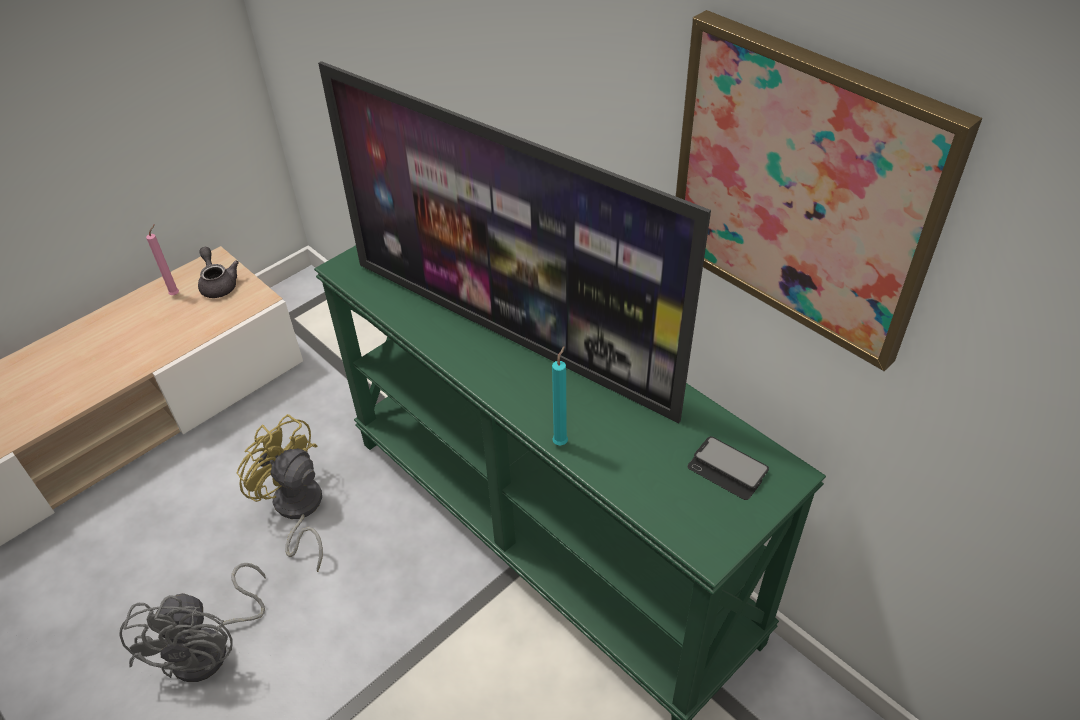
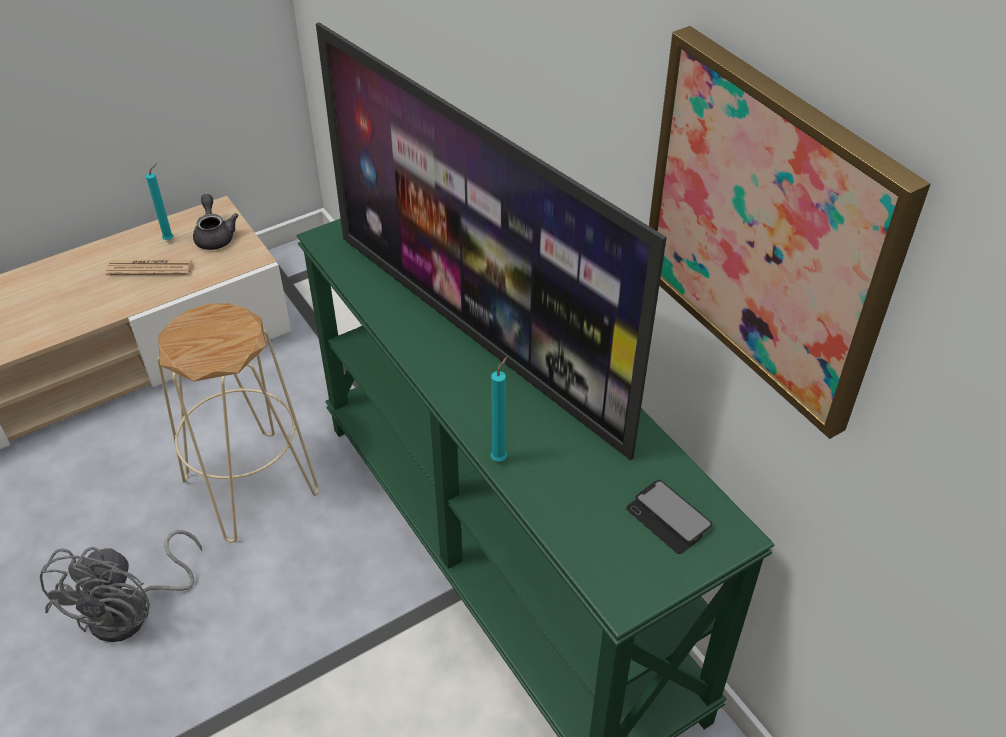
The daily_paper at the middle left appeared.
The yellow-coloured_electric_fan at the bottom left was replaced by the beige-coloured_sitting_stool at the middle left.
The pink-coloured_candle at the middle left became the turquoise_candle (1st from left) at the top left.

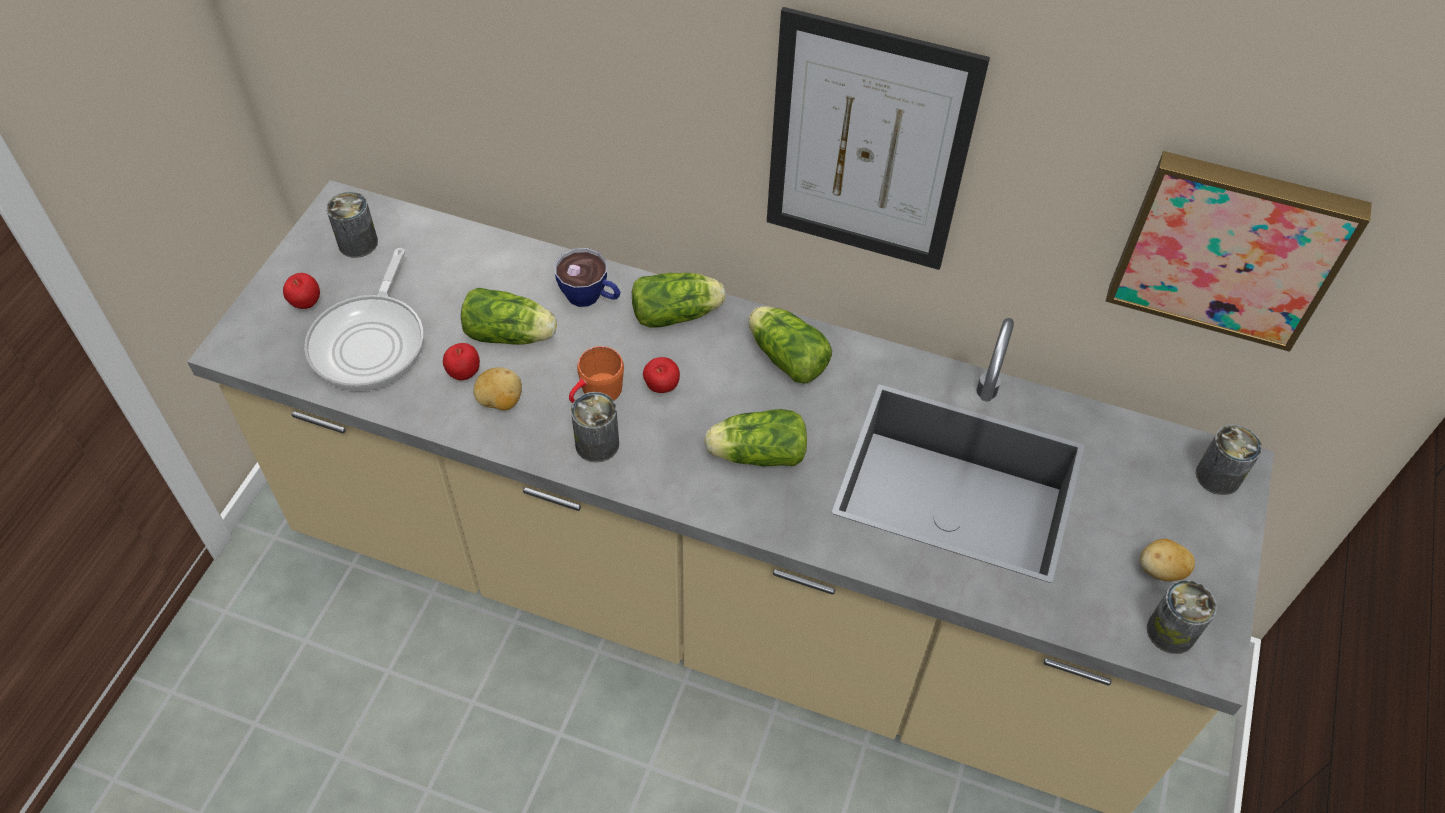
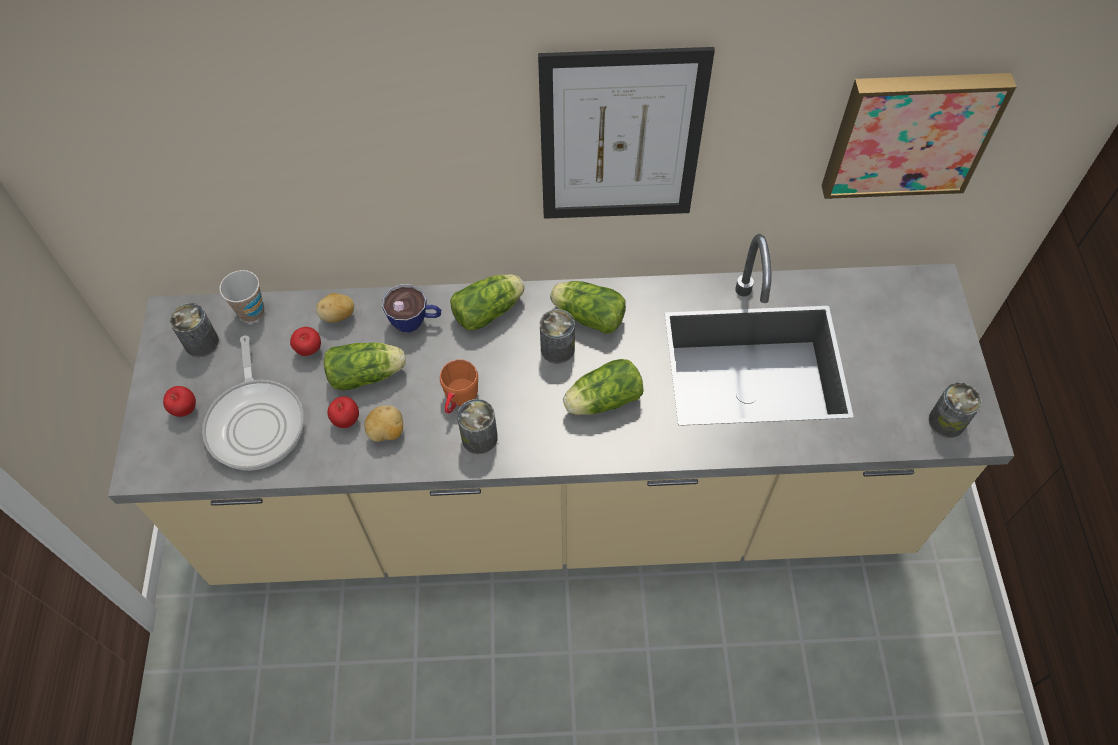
The drinking_cup (1st from left) at the middle left appeared.
The whole_apple (3rd from left in the first image) moved from the centre to the middle left.
The potato (2nd from left in the first image) moved from the bottom right to the middle left.
The can (4th from left in the first image) moved from the middle right to the centre.

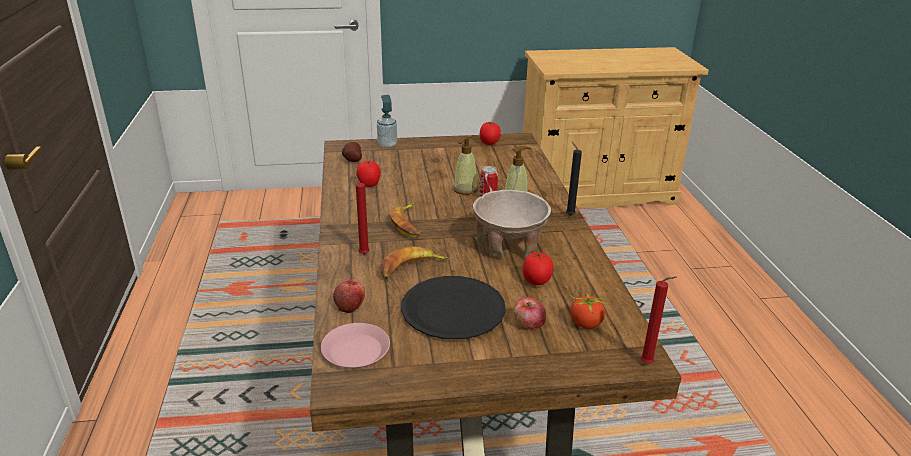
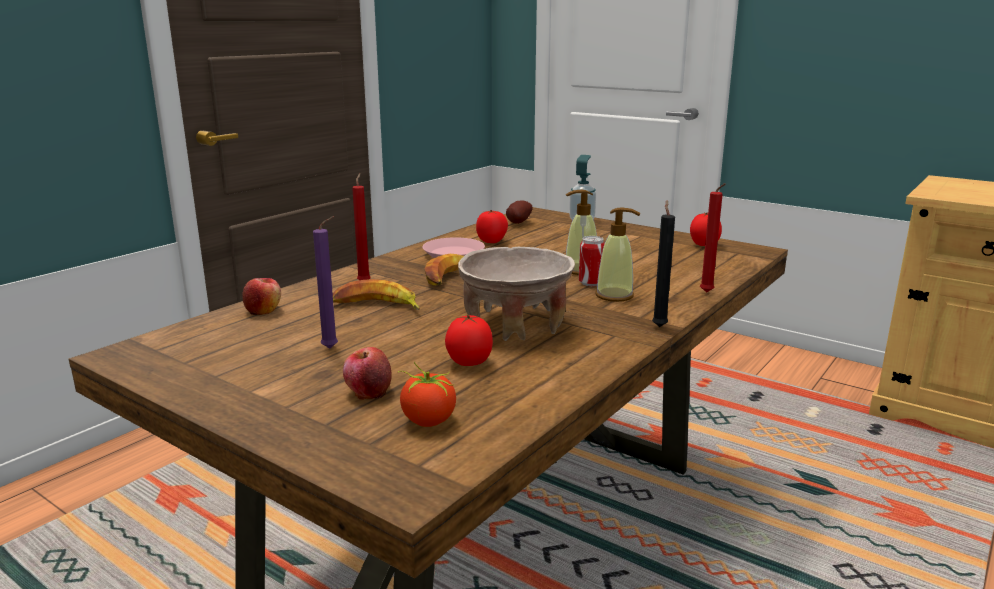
The pink-coloured_flat_dish moved from the bottom centre to the centre.
The reddish_candle (2nd from left) moved from the bottom right to the middle right.
The black-coloured_flat_dish at the bottom centre was replaced by the purple-coloured_candle at the middle left.

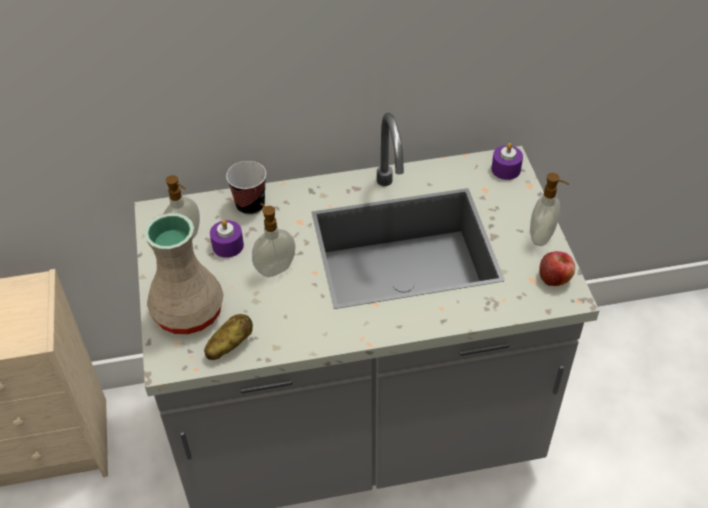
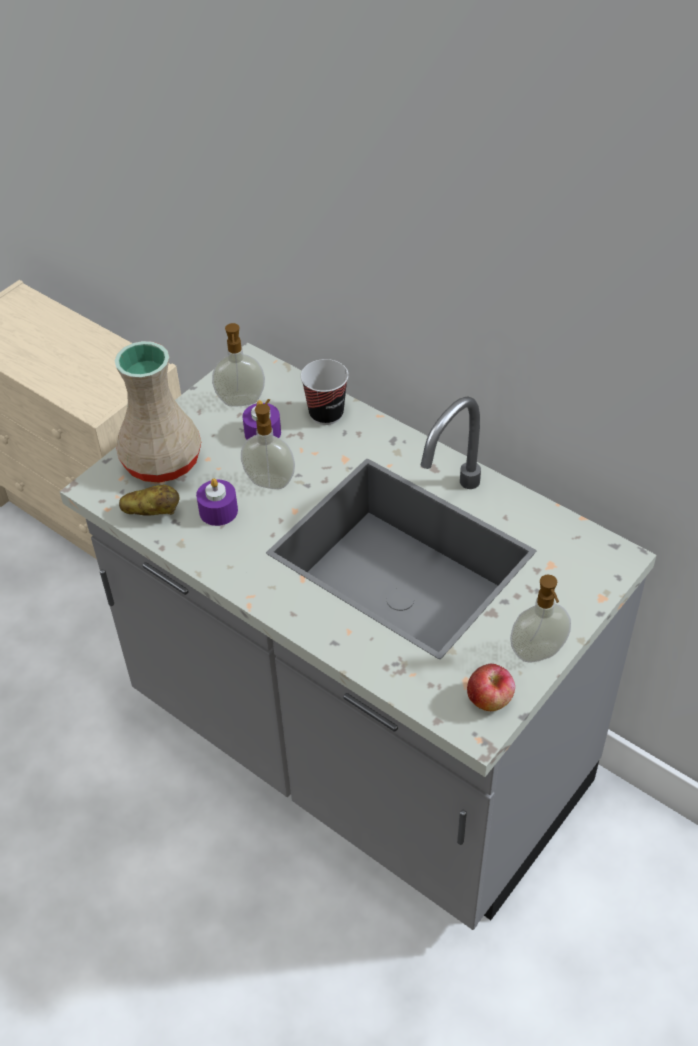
The purple-coloured_candle (2nd from left in the first image) moved from the top right to the middle left.

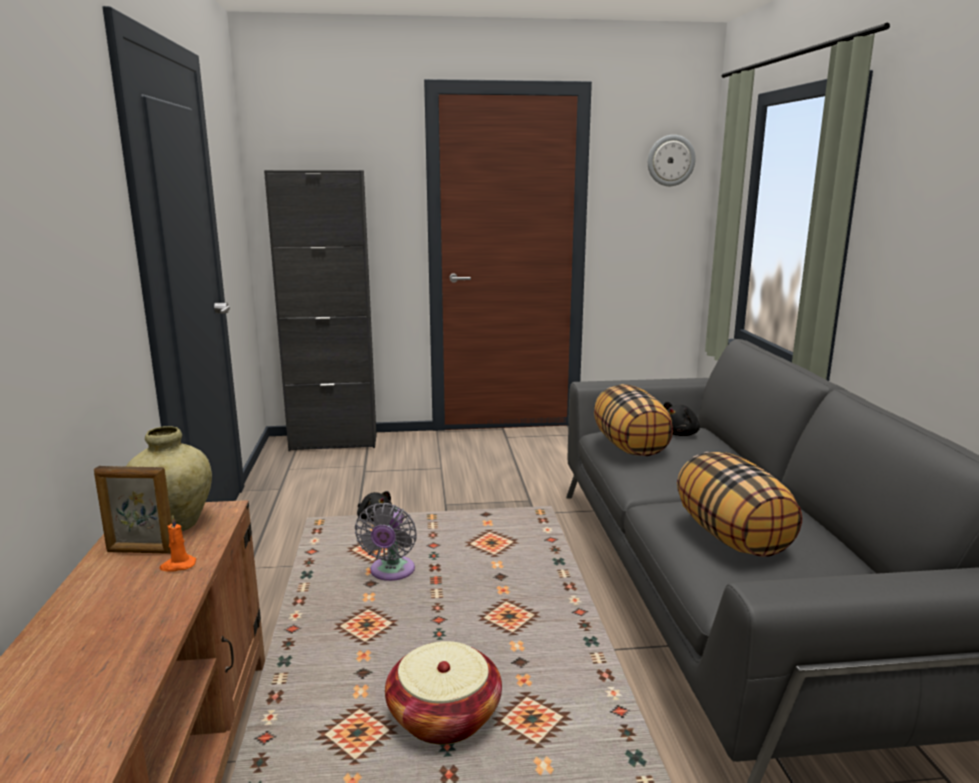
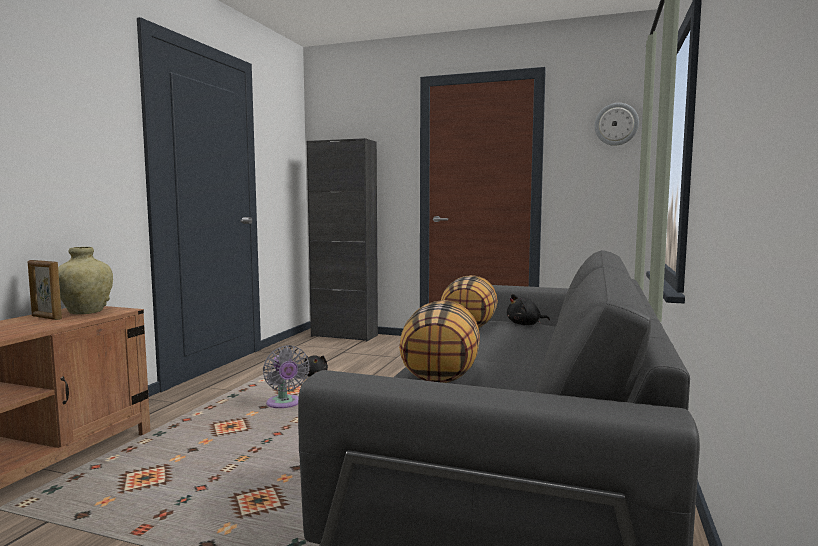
The orange-coloured_candle at the bottom left disappeared.
The basket at the bottom centre disappeared.
The grey_electric_fan at the bottom centre turned 60 degrees counterclockwise.

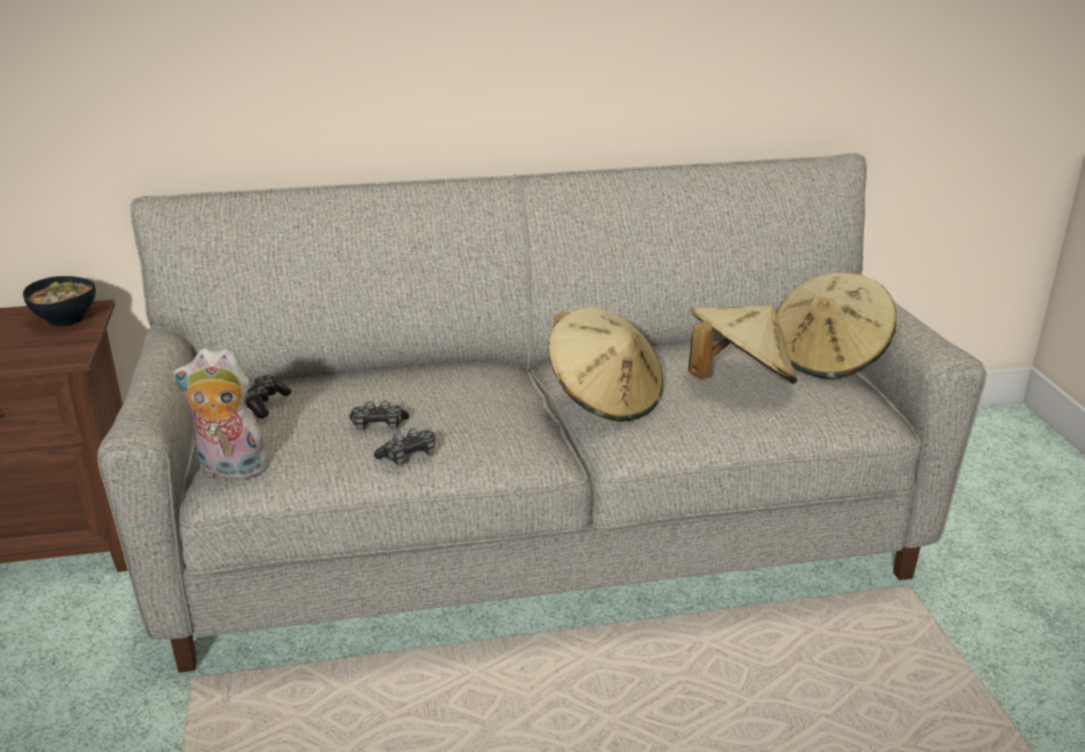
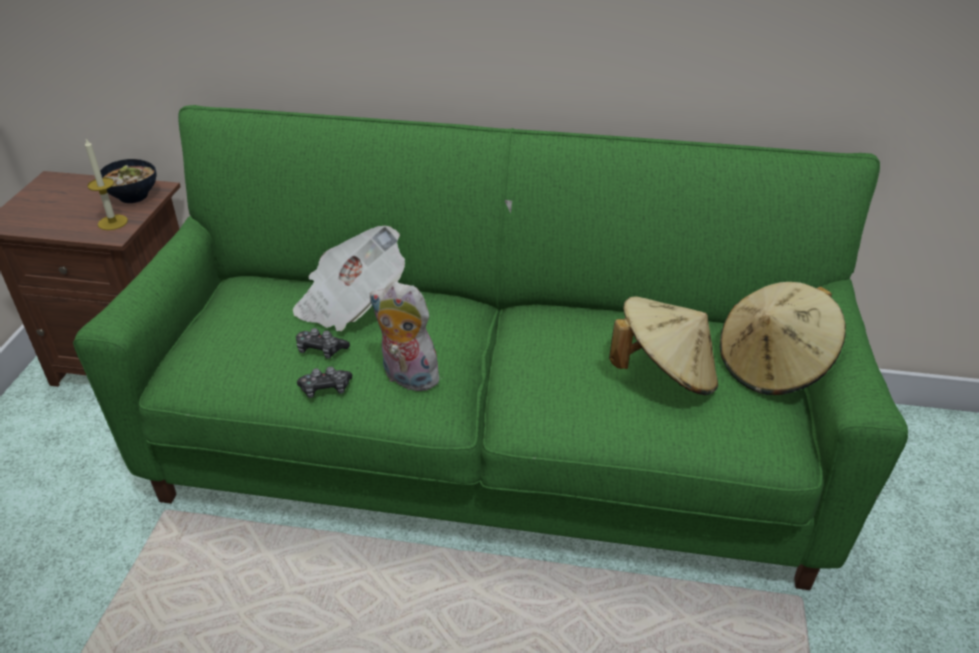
The game_controller (1st from left) at the middle left disappeared.
The beige-coloured_wearable_hat (1st from left) at the centre disappeared.
The candle at the top left appeared.
The daily_paper at the centre appeared.
The cuddly_toy moved from the middle left to the centre.
The grey_sofa at the centre became the greenish_sofa at the centre.

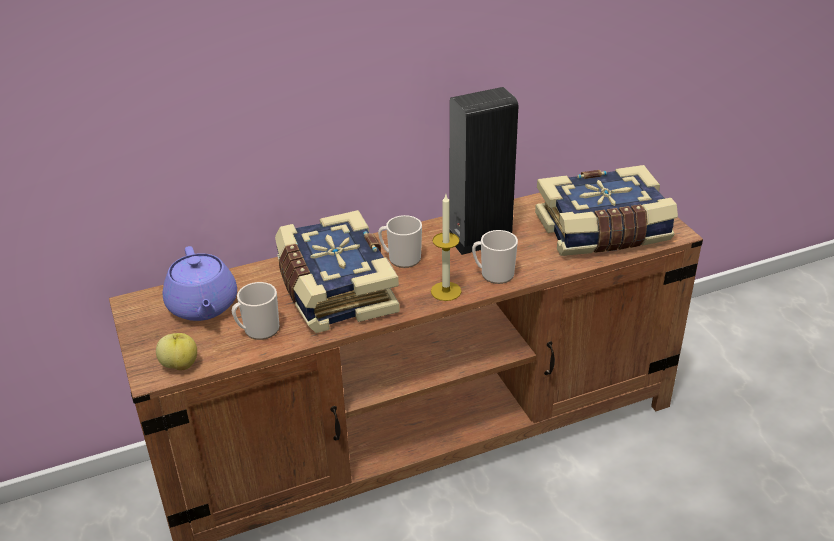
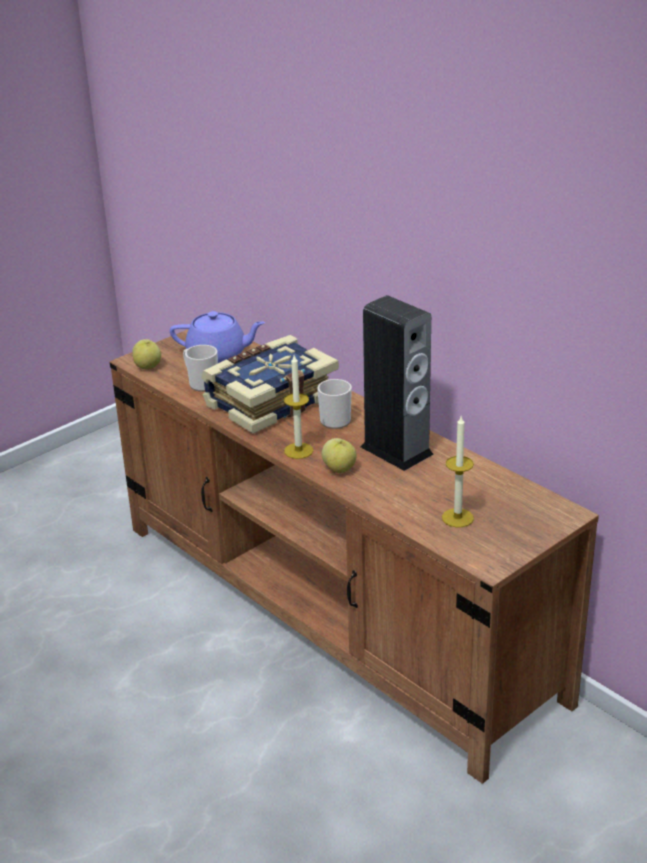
The coffee_mug (3rd from left) at the centre was replaced by the whole_apple (2nd from left) at the centre.
The book (2nd from left) at the middle right was replaced by the candle (2nd from left) at the middle right.
The purple-coloured_tea_pot at the middle left turned 135 degrees counterclockwise.

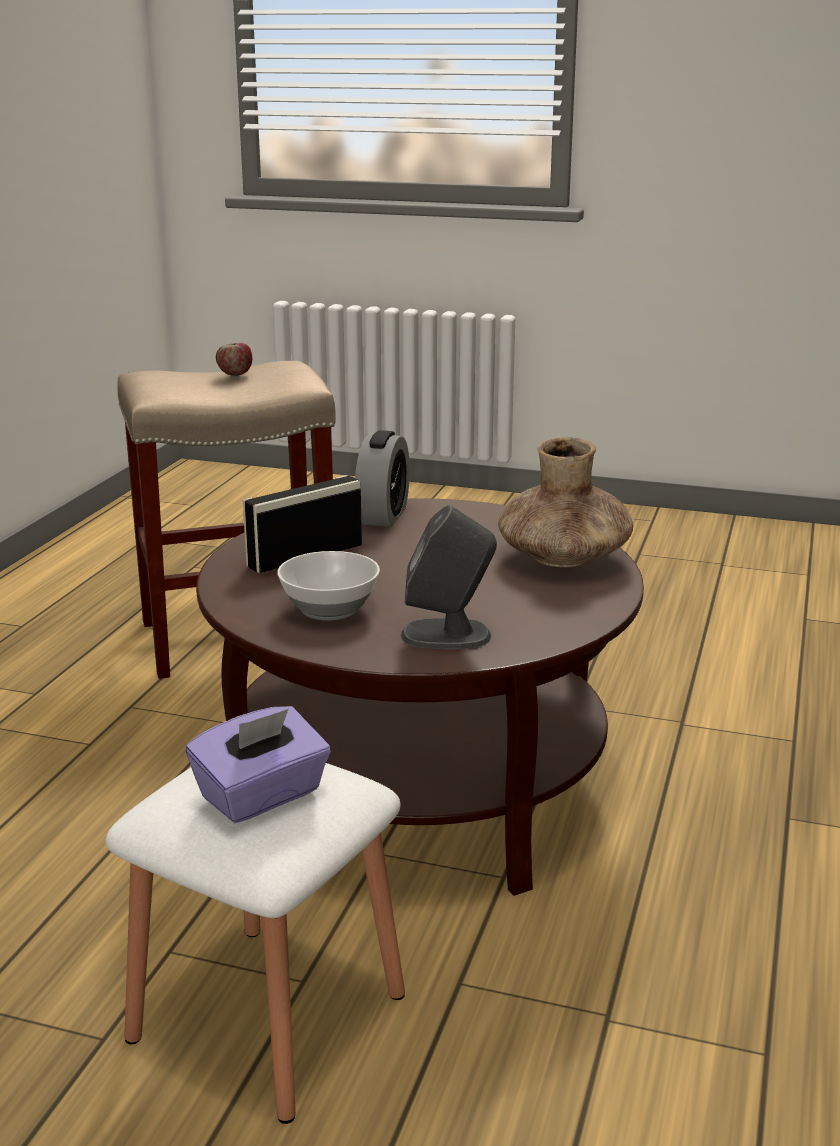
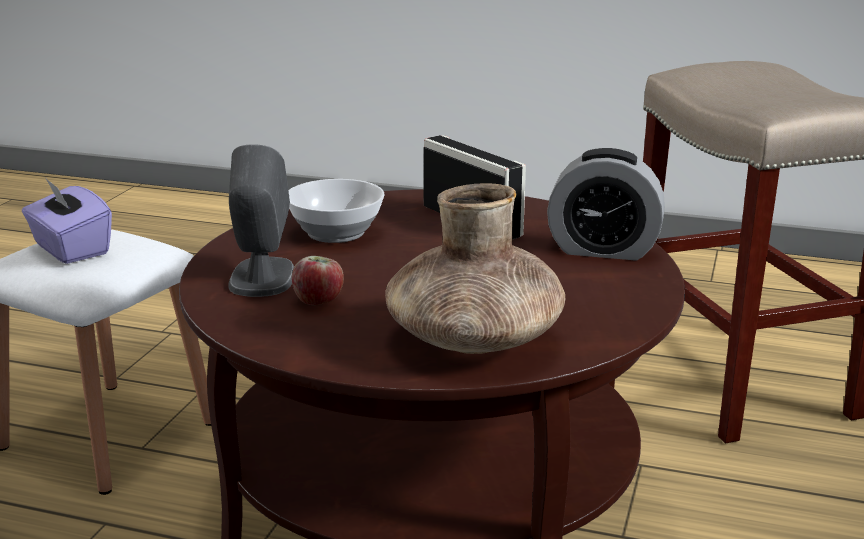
The whole_apple moved from the top left to the centre.

